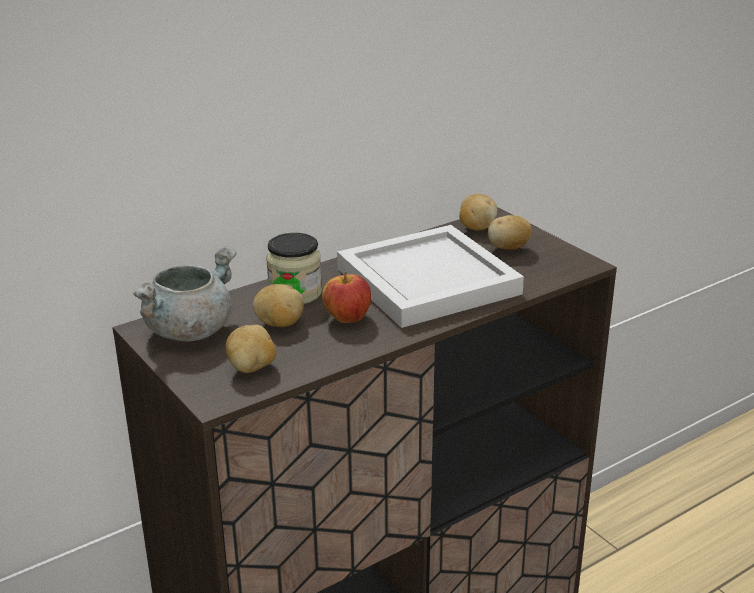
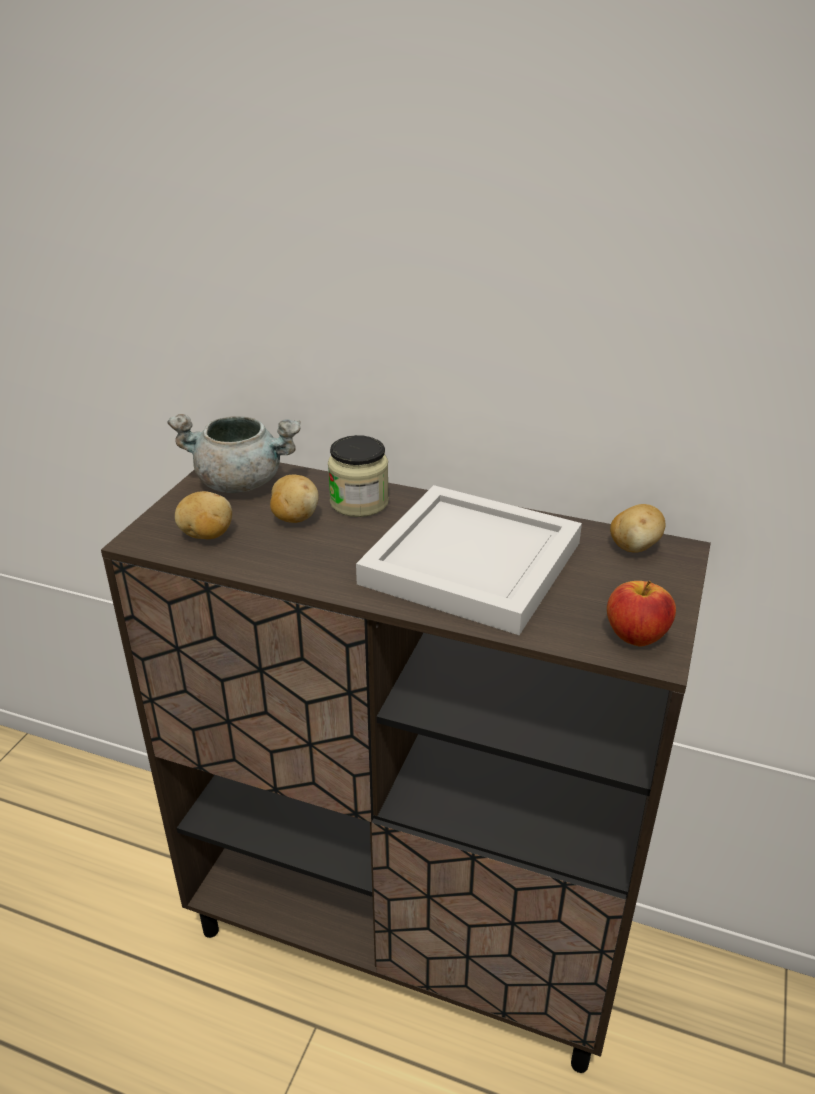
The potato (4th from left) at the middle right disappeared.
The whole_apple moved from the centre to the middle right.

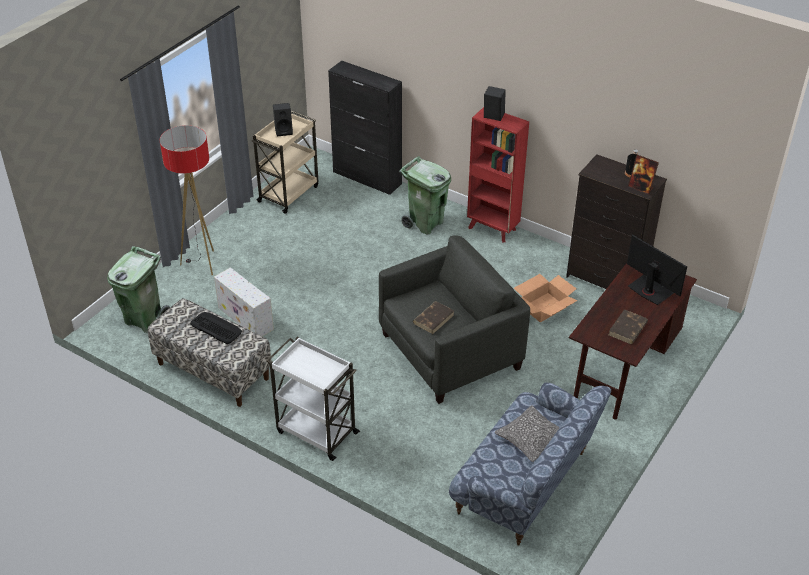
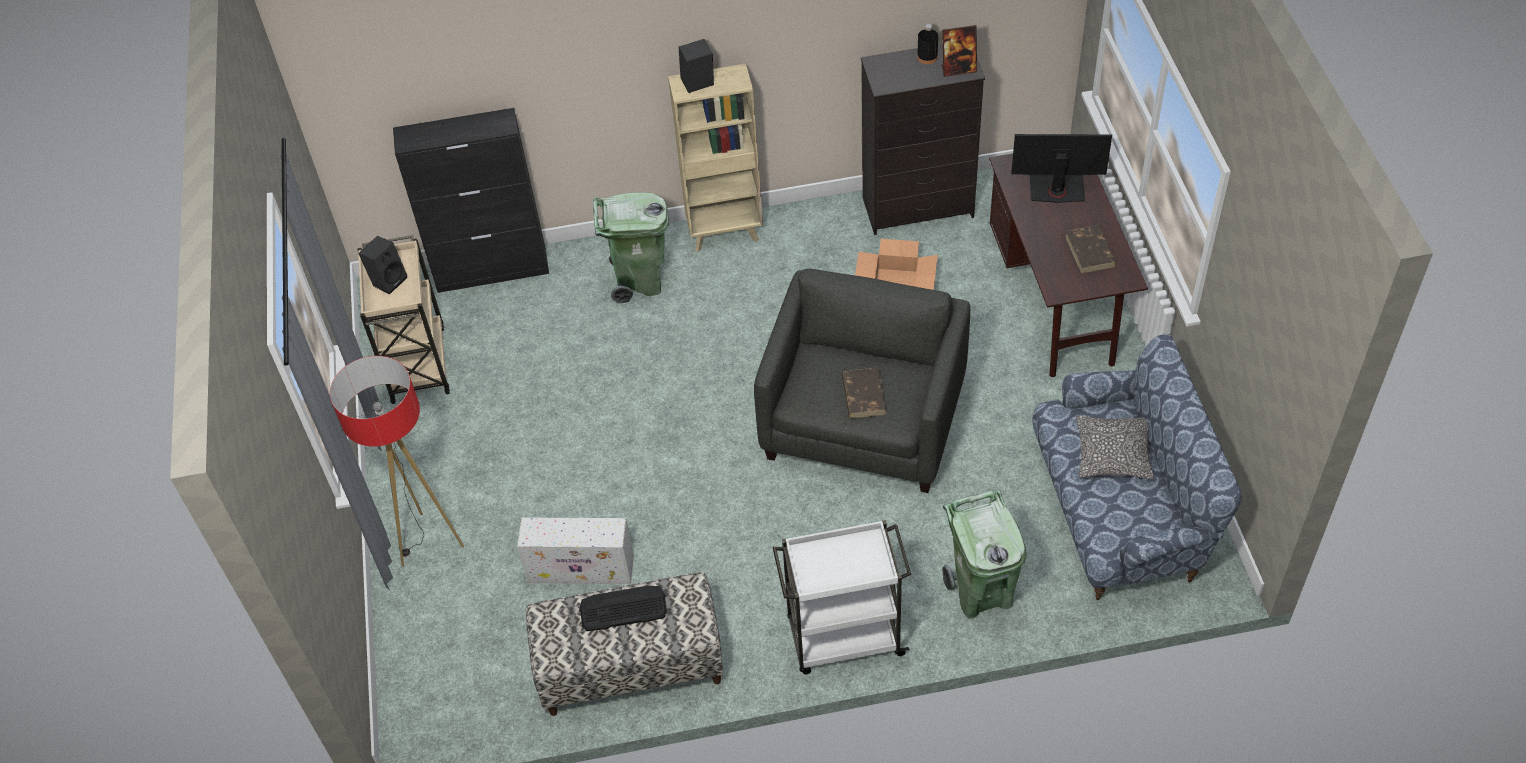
The greenish_trash_can (1st from left in the first image) moved from the middle left to the bottom centre.
The reddish_bookshelf at the top centre became the beige-coloured_bookshelf at the top centre.

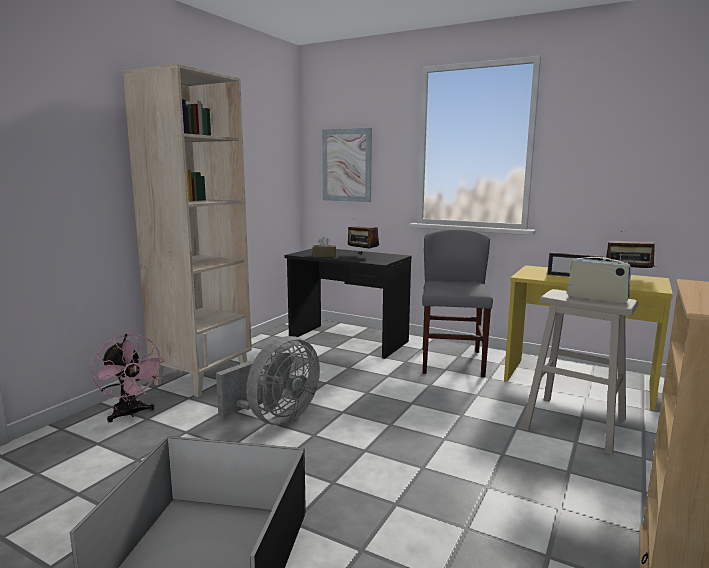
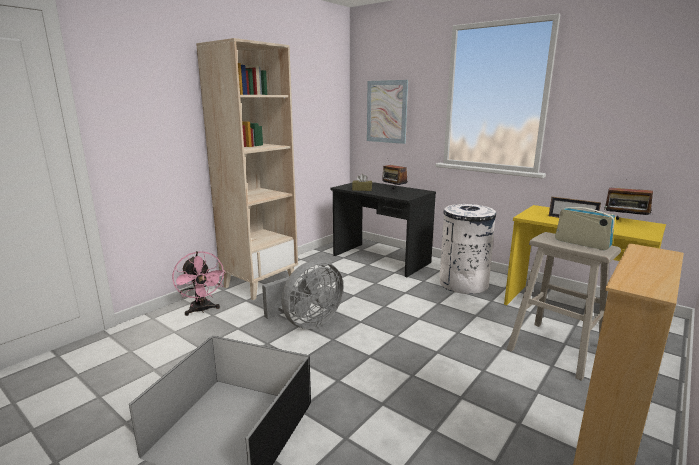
The grey_chair at the centre was replaced by the white_trash_can at the middle right.

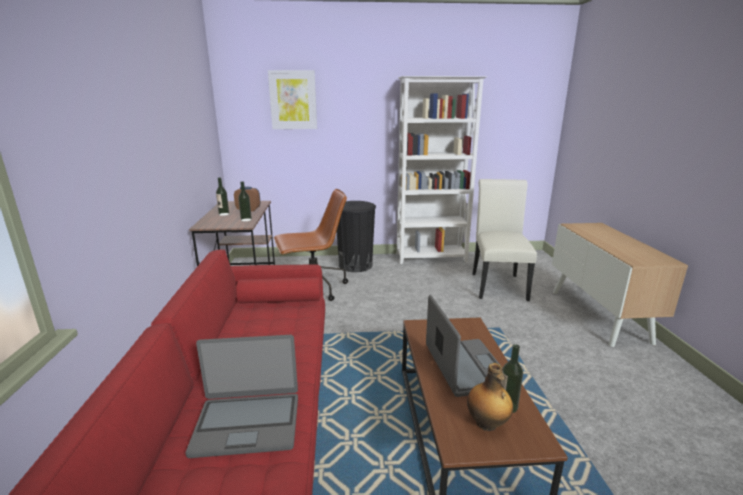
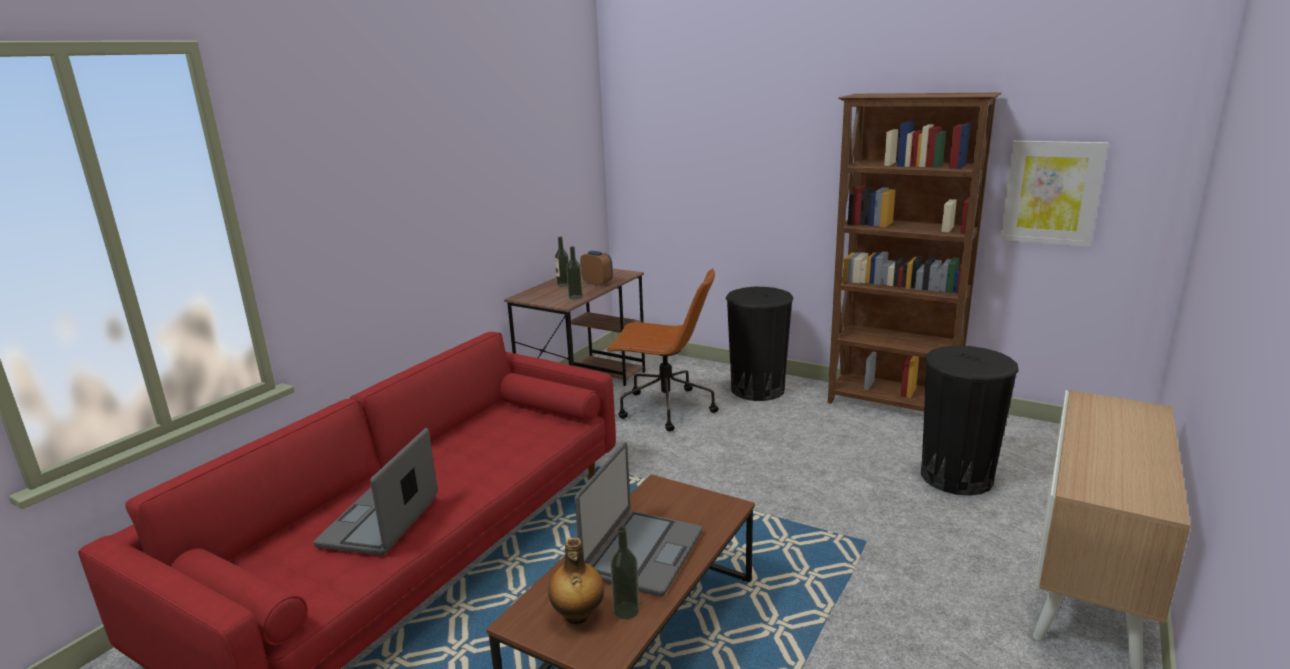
The picture moved from the top centre to the top right.
The white_chair at the middle right was replaced by the black-coloured_trash_can (2nd from left) at the middle right.
The white_bookshelf at the centre became the brown_bookshelf at the middle right.
The notebook_computer (1st from left) at the bottom left turned 75 degrees clockwise.

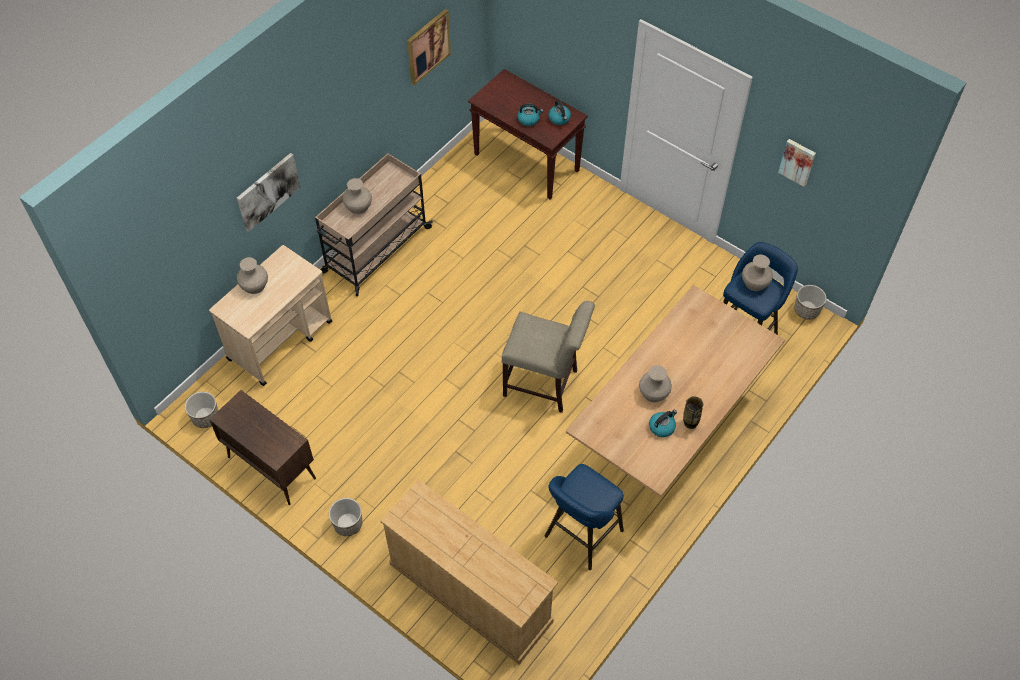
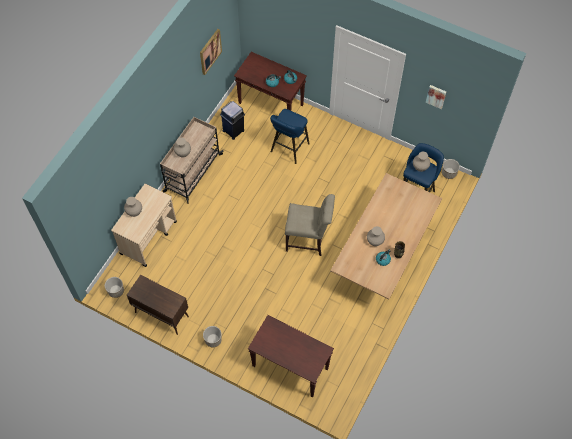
The picture (1st from left) at the top left disappeared.
The bluish_trash_can at the top centre appeared.
The bluish_sitting_stool (1st from left) moved from the bottom centre to the top centre.
The beige-coloured_drawer_chest at the bottom centre was replaced by the brown_hall_table (2nd from left) at the bottom centre.

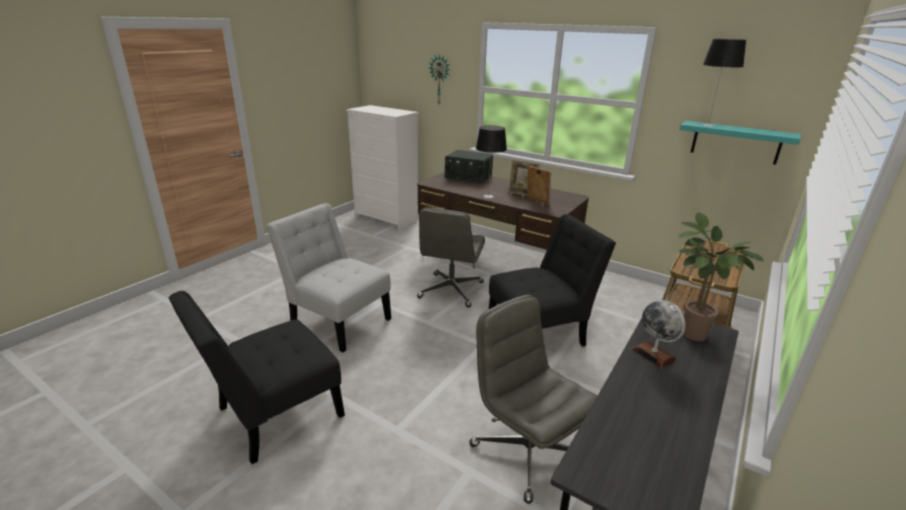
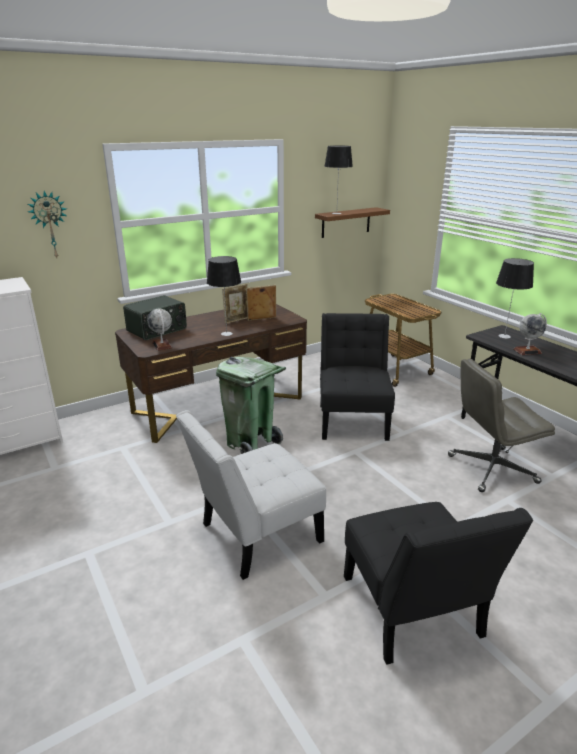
The globe (1st from left) at the middle left appeared.
The grey_desk_chair (1st from left) at the centre was replaced by the greenish_trash_can at the centre.
The plant_in_a_pot at the middle right was replaced by the tabletop_lamp (3rd from left) at the middle right.
The turquoise_shelf at the top right became the brown_shelf at the top centre.

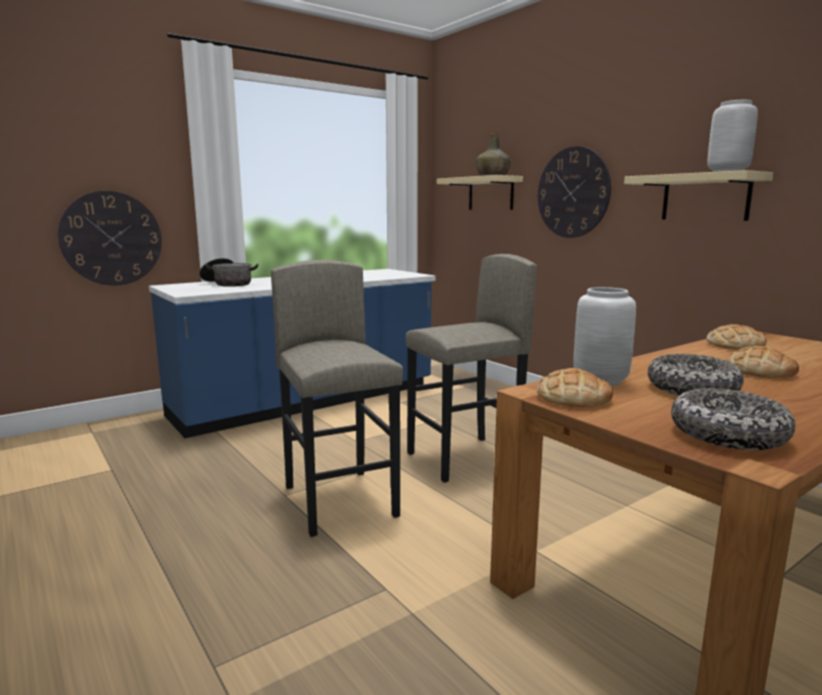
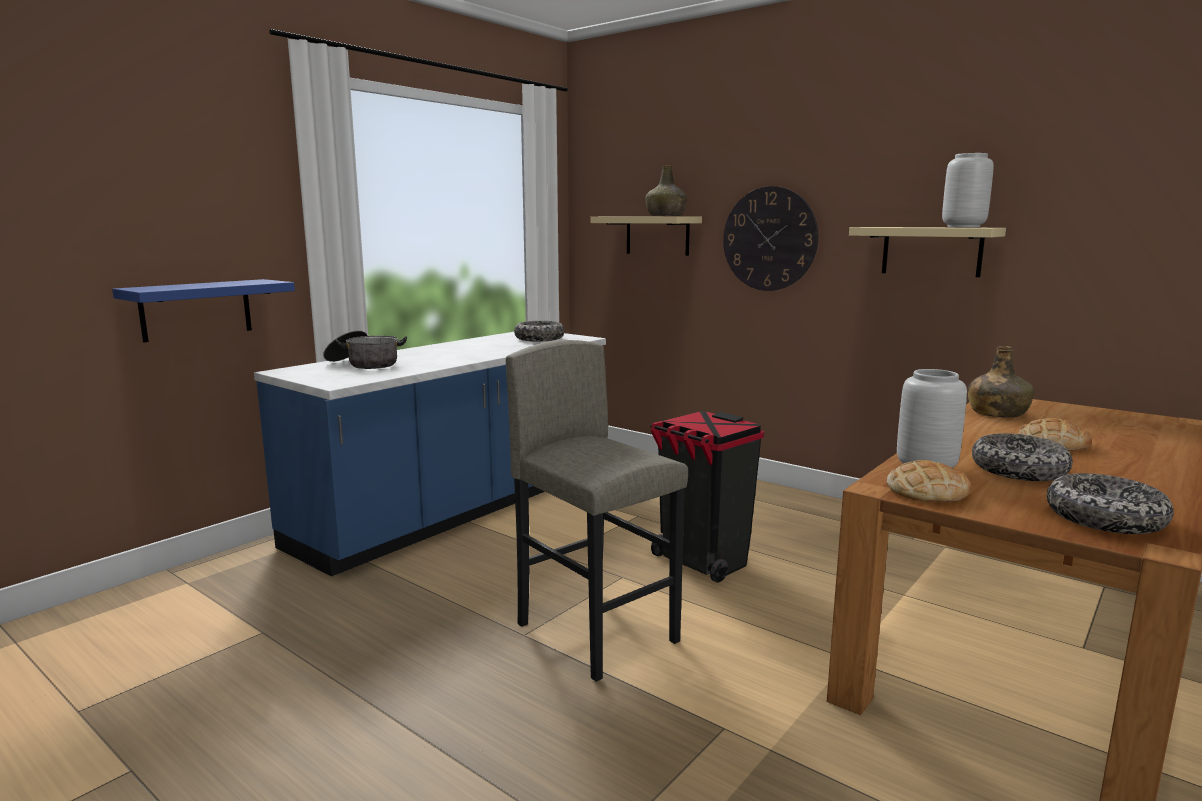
The deep_dish (1st from left) at the centre appeared.
The wall_clock (1st from left) at the middle left was replaced by the bluish_shelf at the middle left.
The grey_sitting_stool (2nd from left) at the centre was replaced by the black-coloured_trash_can at the centre.
The baked_bread (2nd from left) at the middle right was replaced by the greenish_drink_bottle (2nd from left) at the middle right.

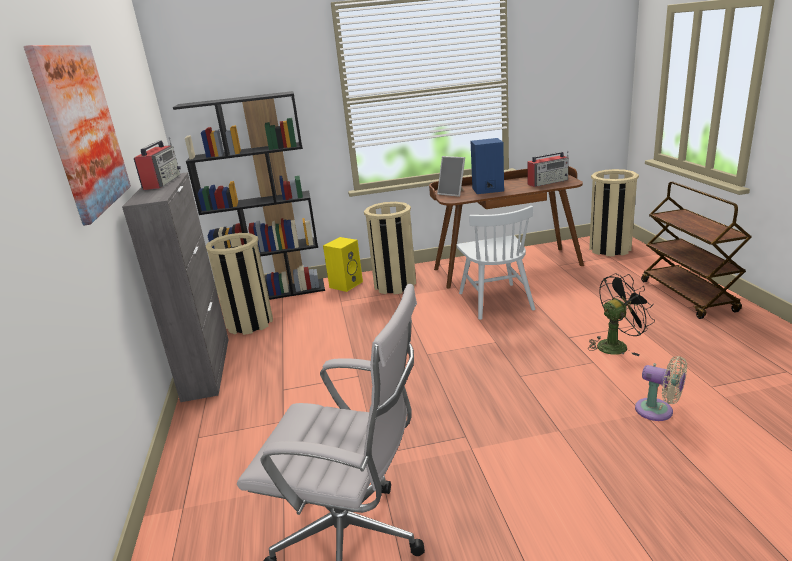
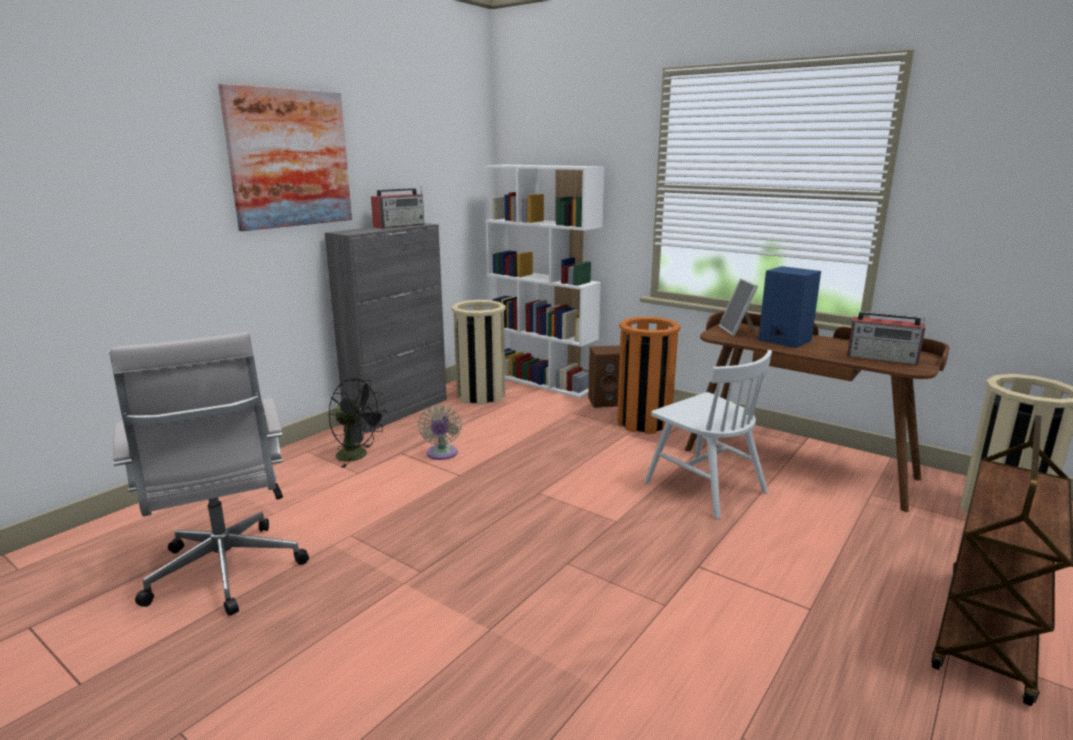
The black-coloured_electric_fan moved from the middle right to the middle left.
The beige-coloured_electric_fan moved from the bottom right to the centre.
The black-coloured_bookshelf at the middle left became the white_bookshelf at the centre.
The yellow-coloured_speaker at the centre became the brown_speaker at the centre.
The beige-coloured_trash_can (2nd from left) at the centre became the orange-coloured_trash_can at the centre.
The white_chair at the centre turned 75 degrees counterclockwise.

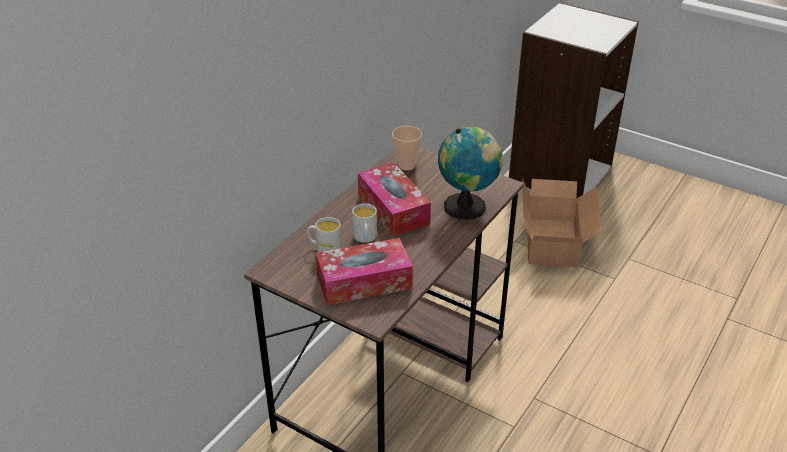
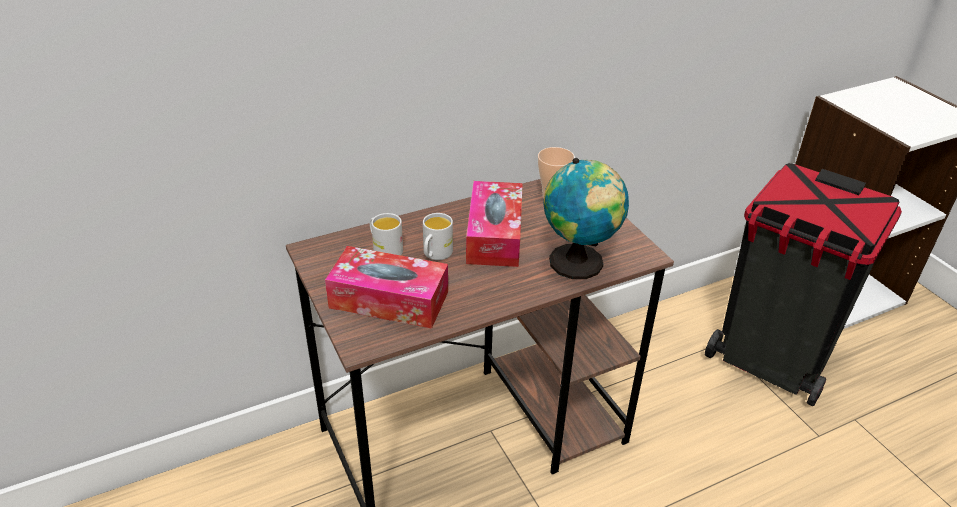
The packing_box at the middle right was replaced by the black-coloured_trash_can at the middle right.

